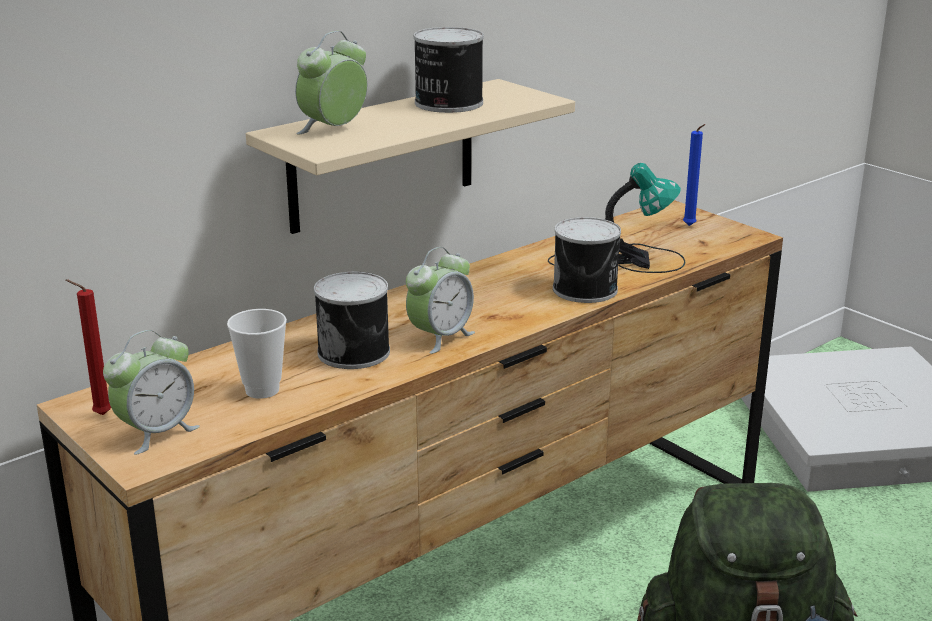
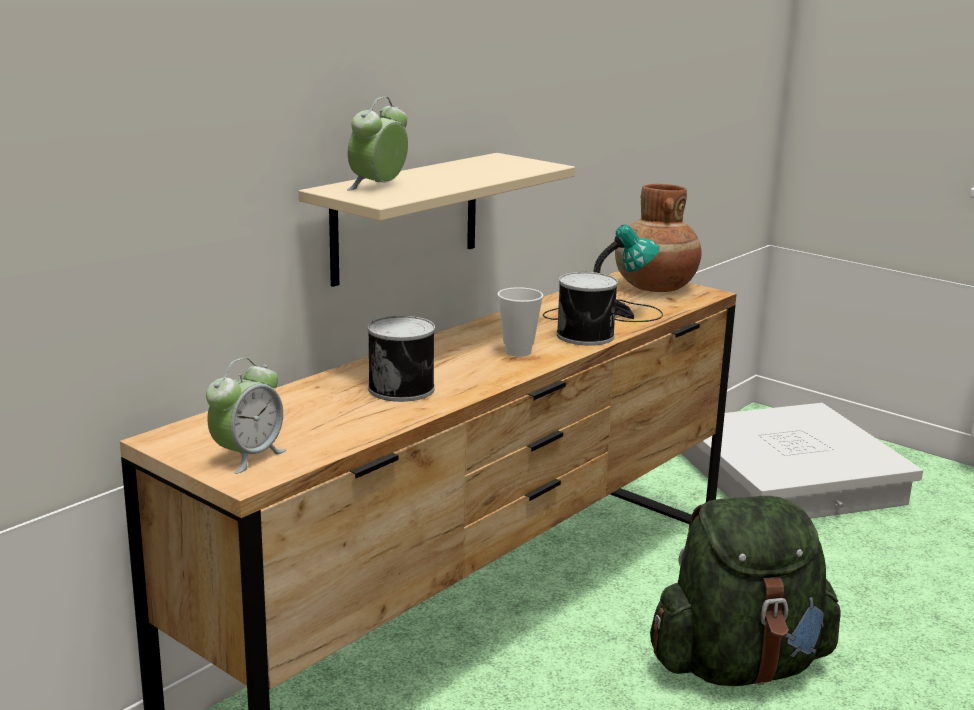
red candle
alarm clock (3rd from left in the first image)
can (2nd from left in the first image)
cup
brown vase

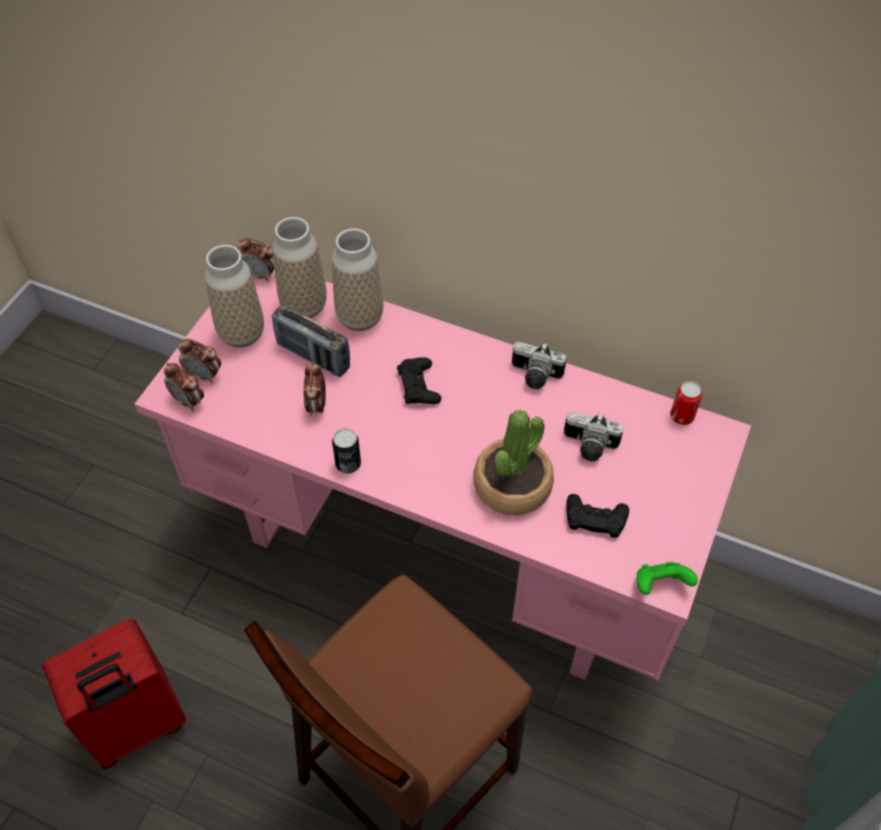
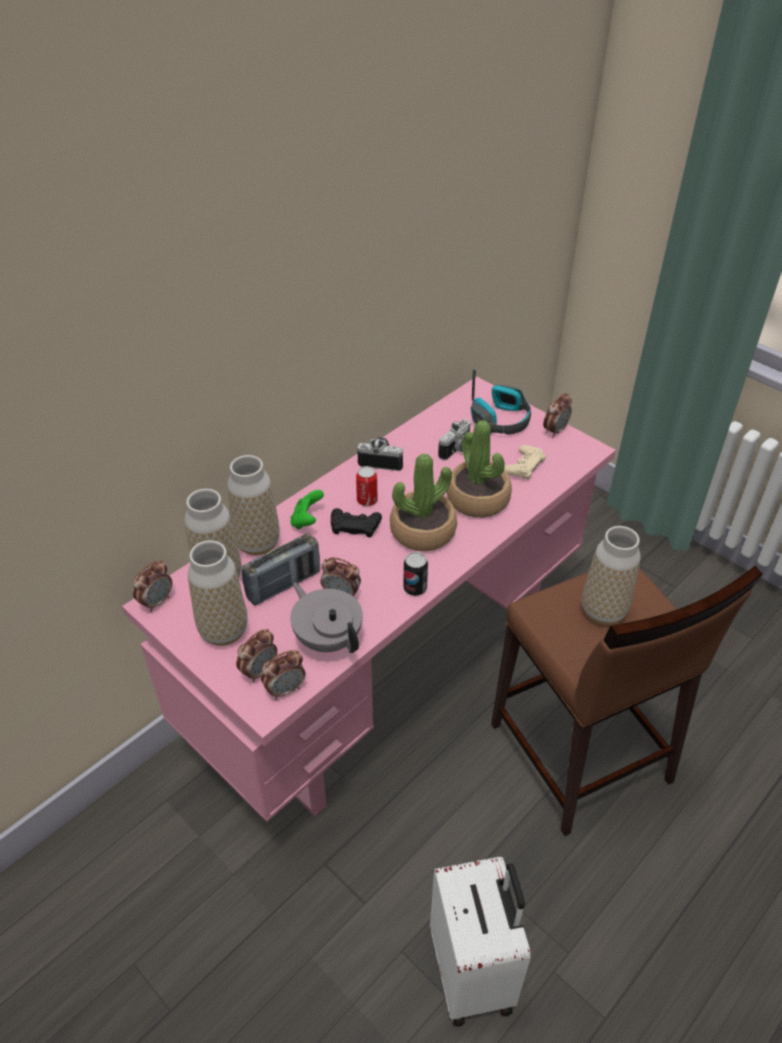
grey teapot
potted plant (1st from left)
headphones
alarm clock (5th from left)
vase (4th from left)
green game controller
can (1st from left)
white suitcase
beige game controller
photo camera (1st from left)

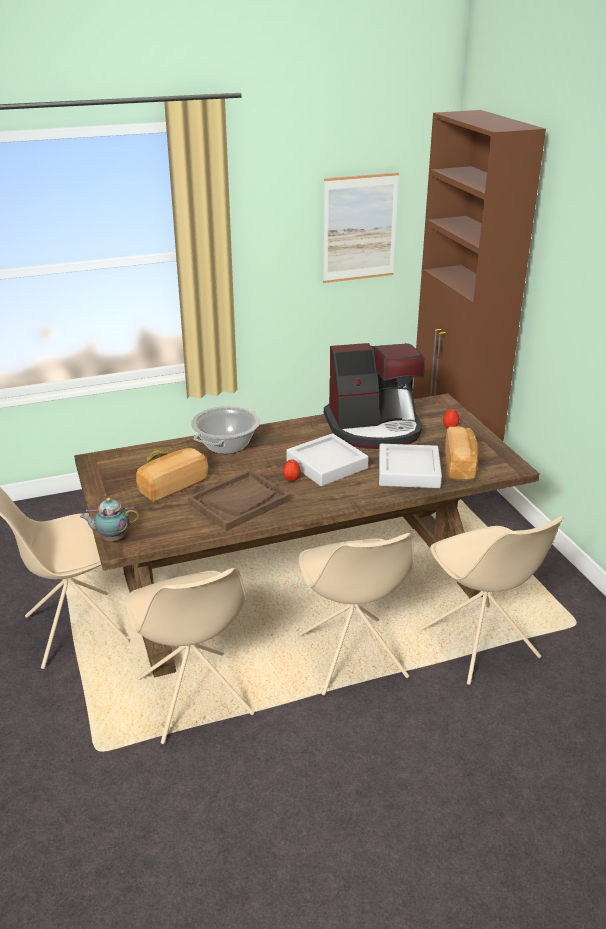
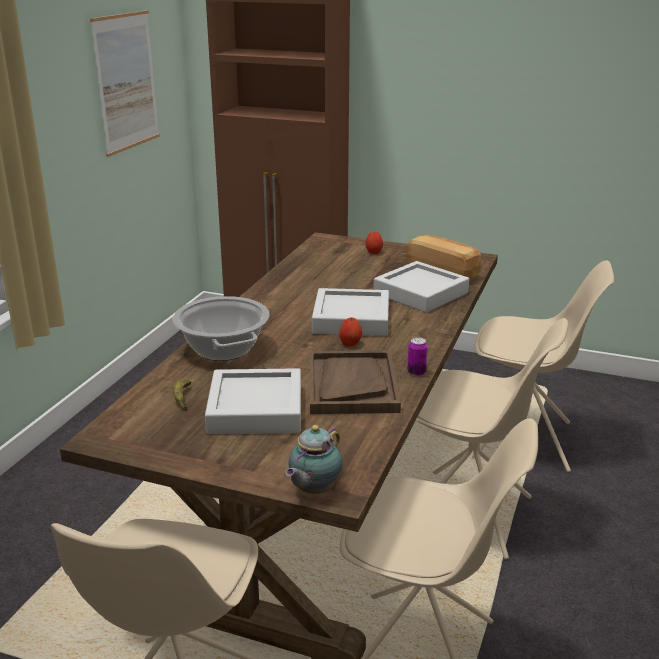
coffee machine
can
grey tray (1st from left)

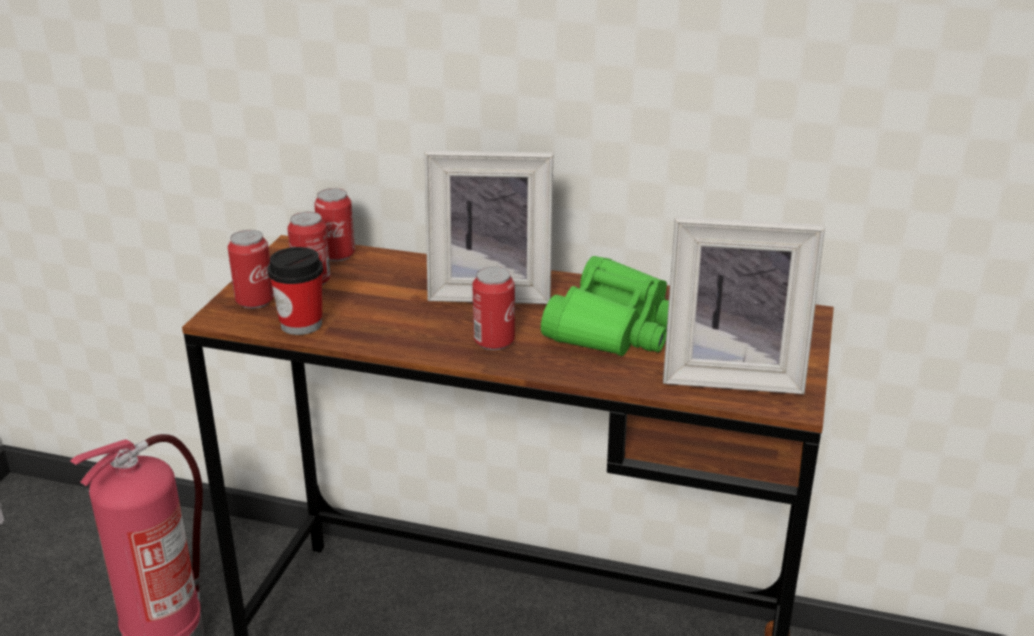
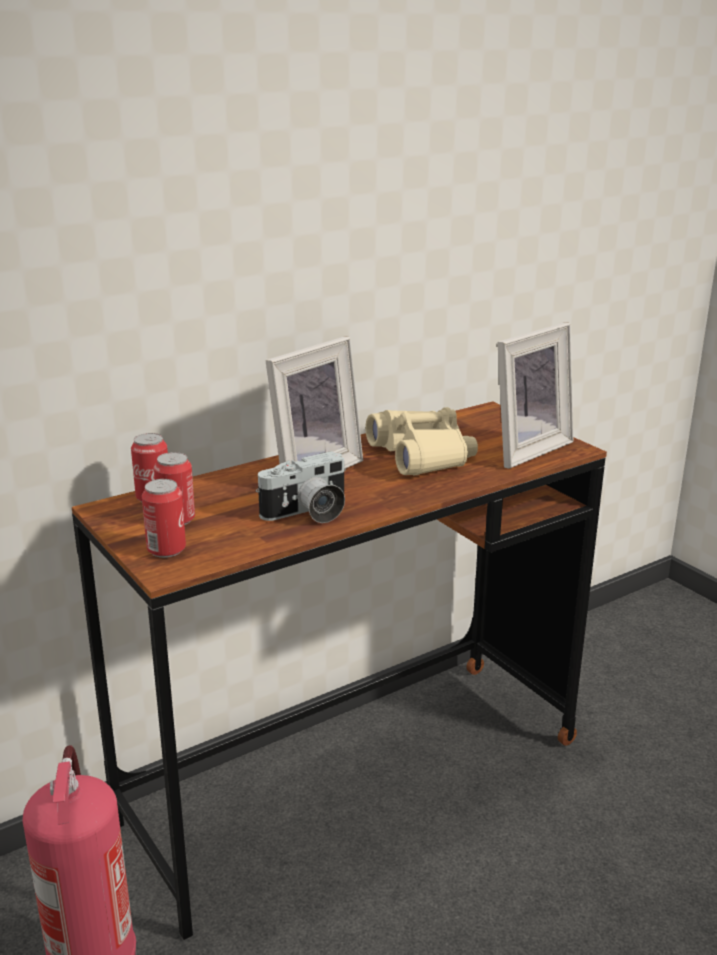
cup
can (4th from left in the first image)
photo camera
beige binoculars

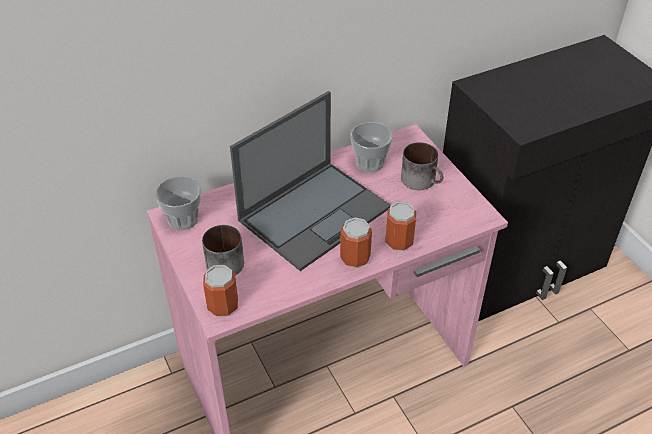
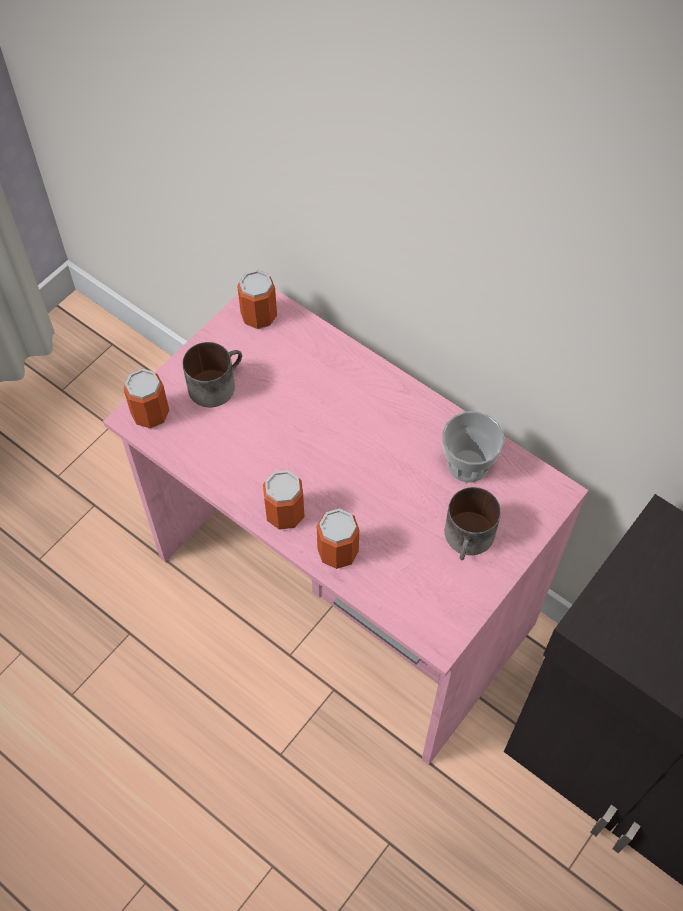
laptop
can (2nd from left)

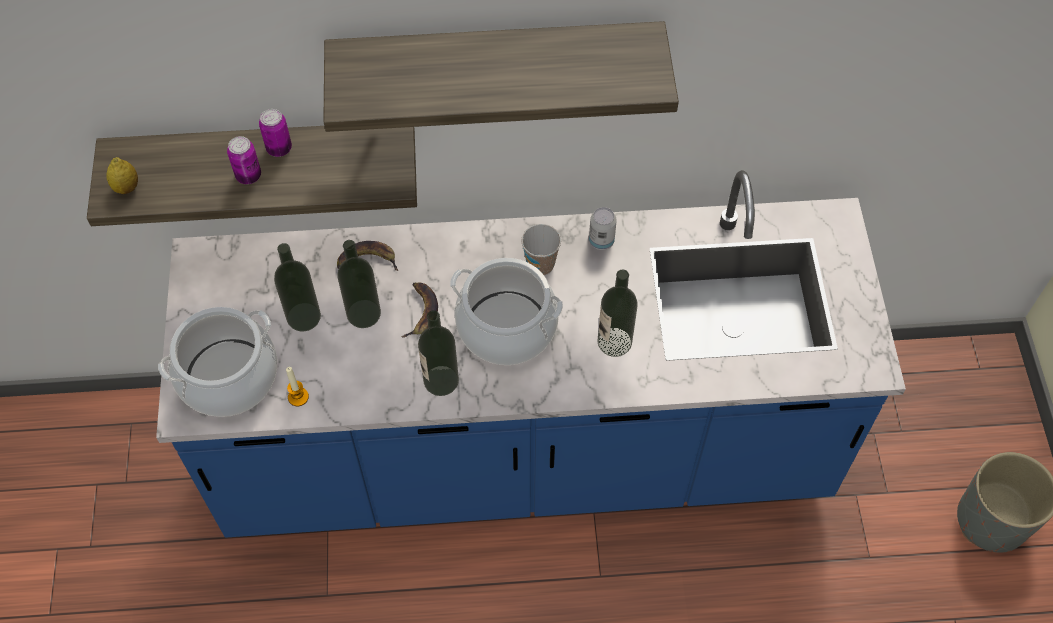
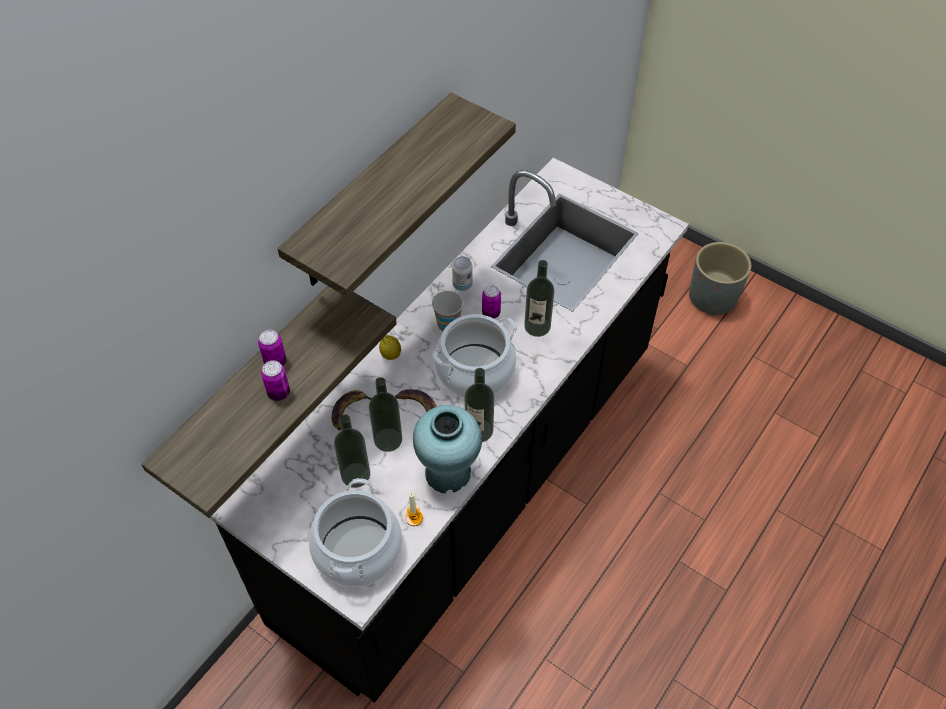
turquoise vase
can (4th from left)
lemon
black counter

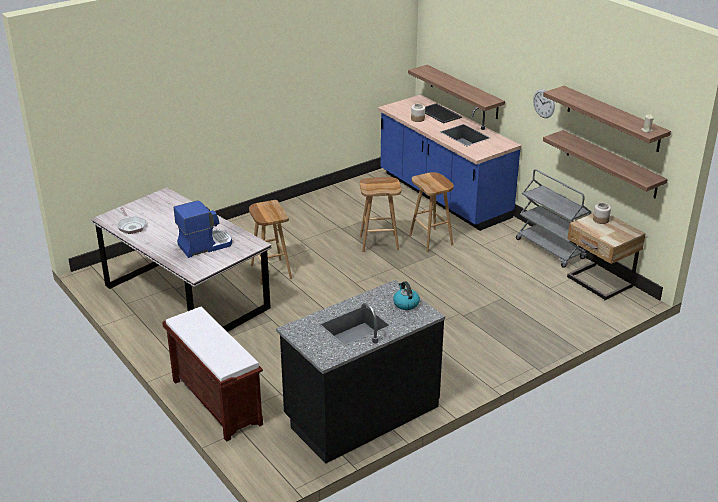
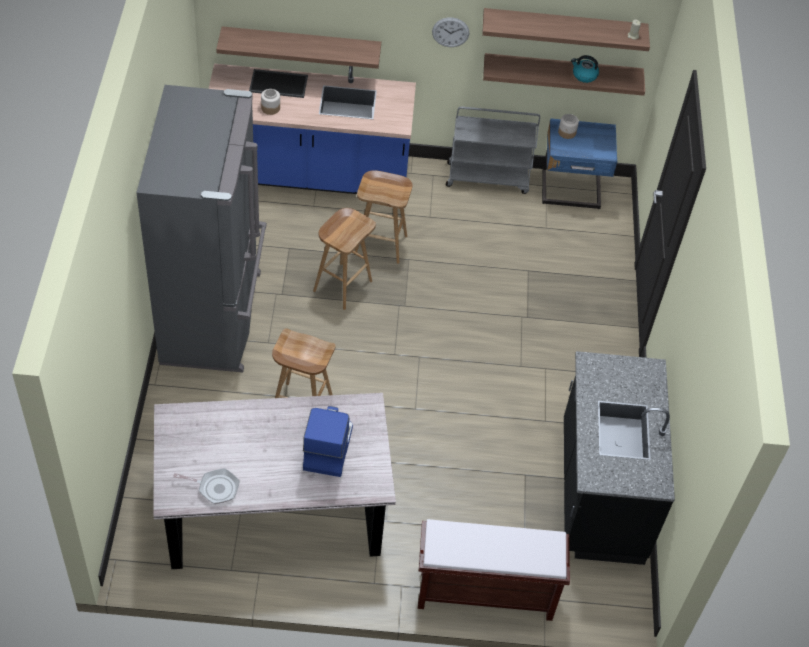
grey fridge
kettle
blue nightstand

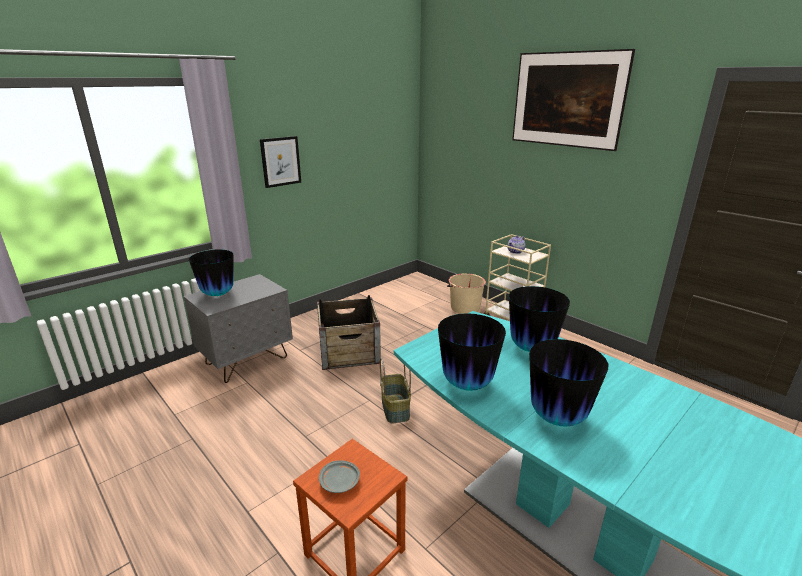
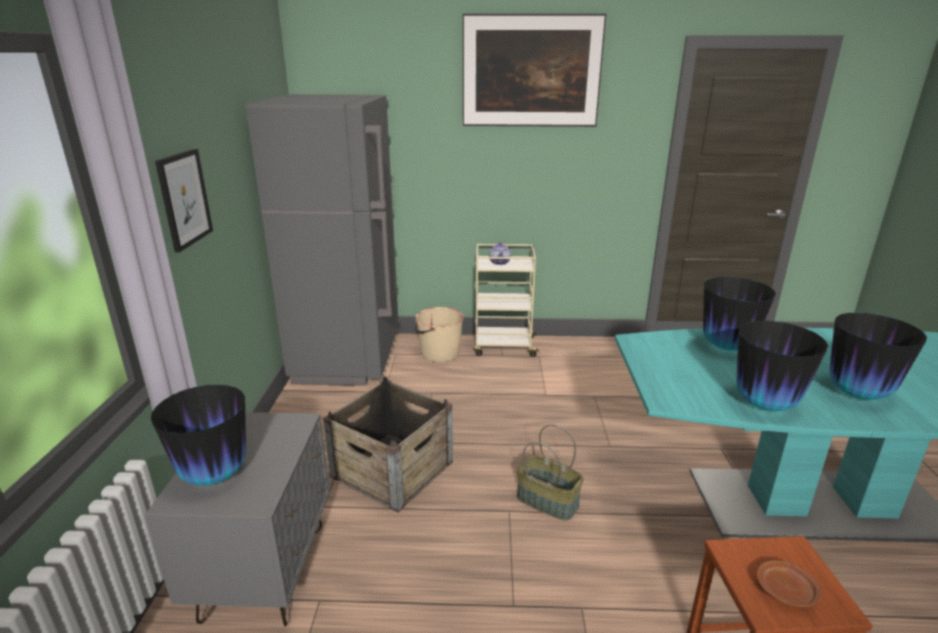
grey fridge
brown plate

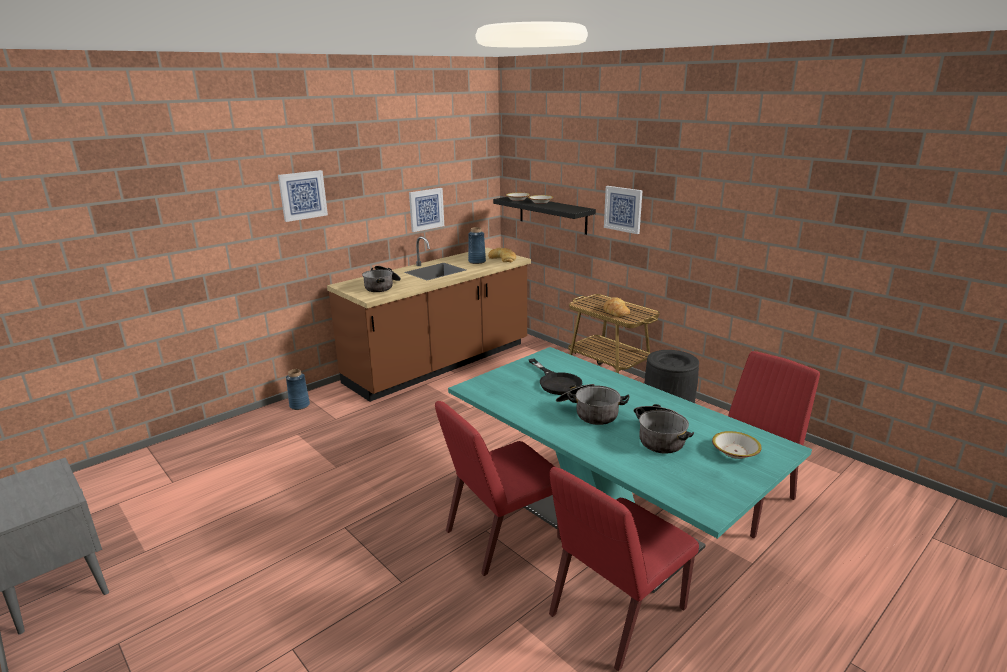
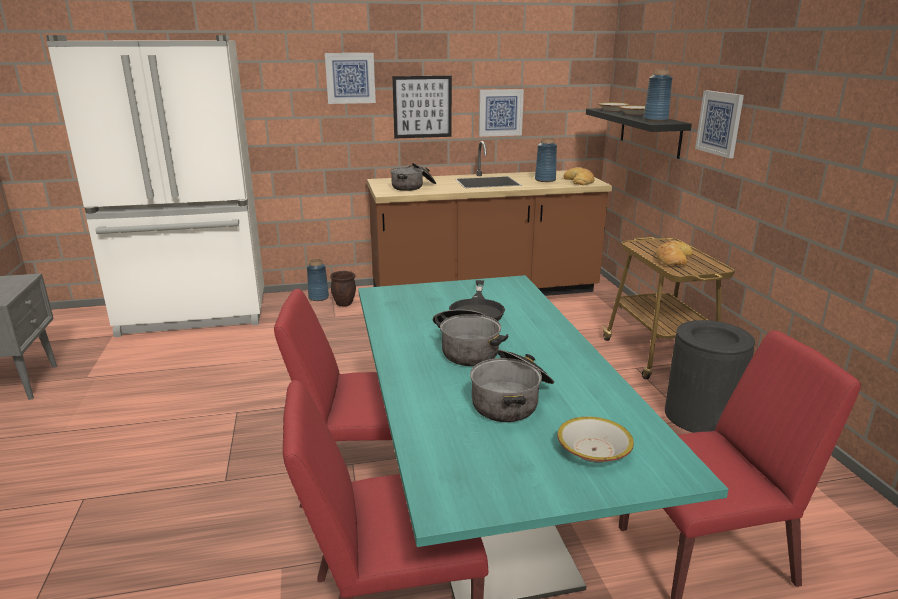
white fridge
brown planter
picture (2nd from left)
blue vase (3rd from left)

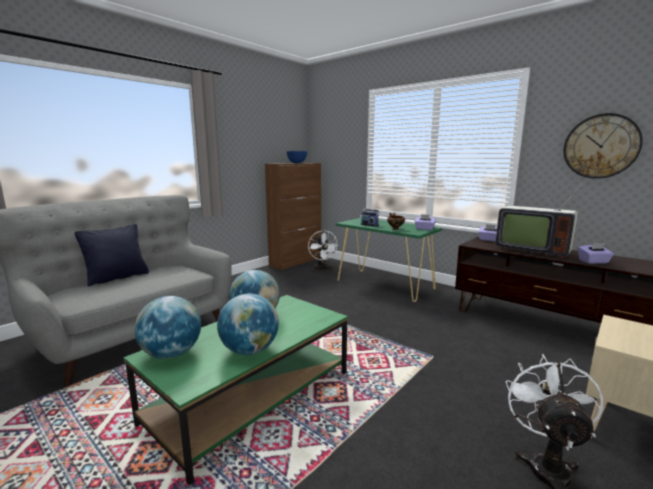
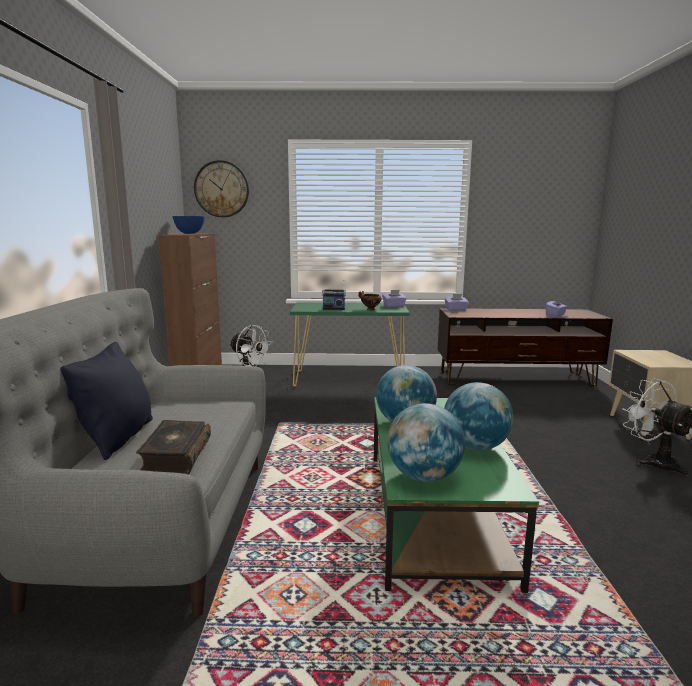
television
book
wall clock

